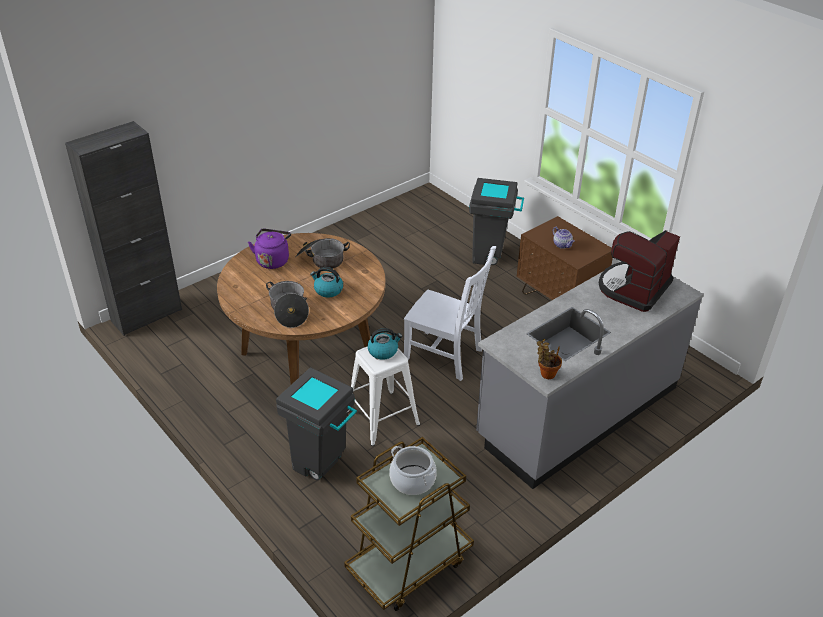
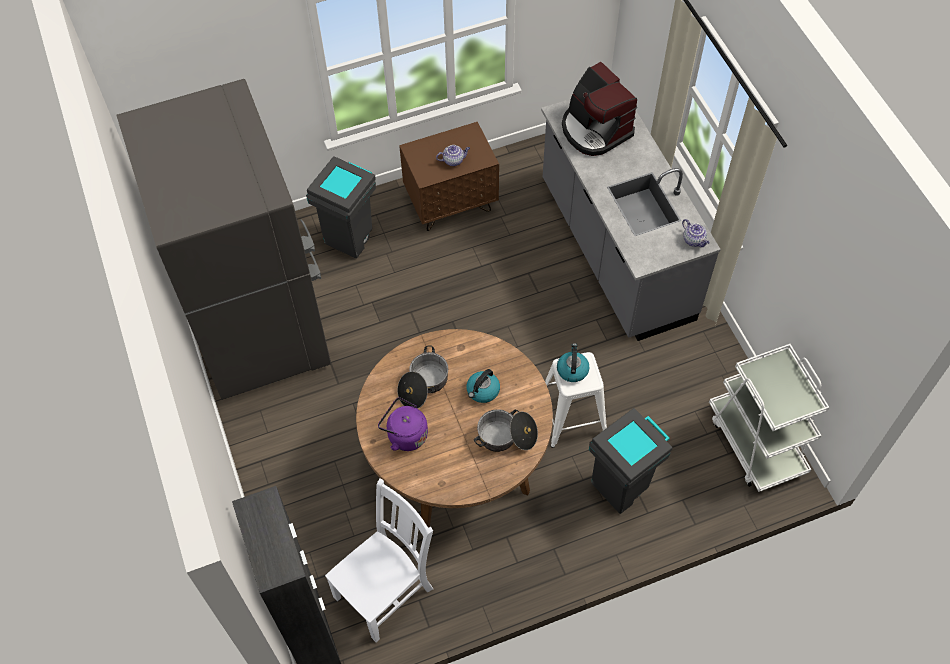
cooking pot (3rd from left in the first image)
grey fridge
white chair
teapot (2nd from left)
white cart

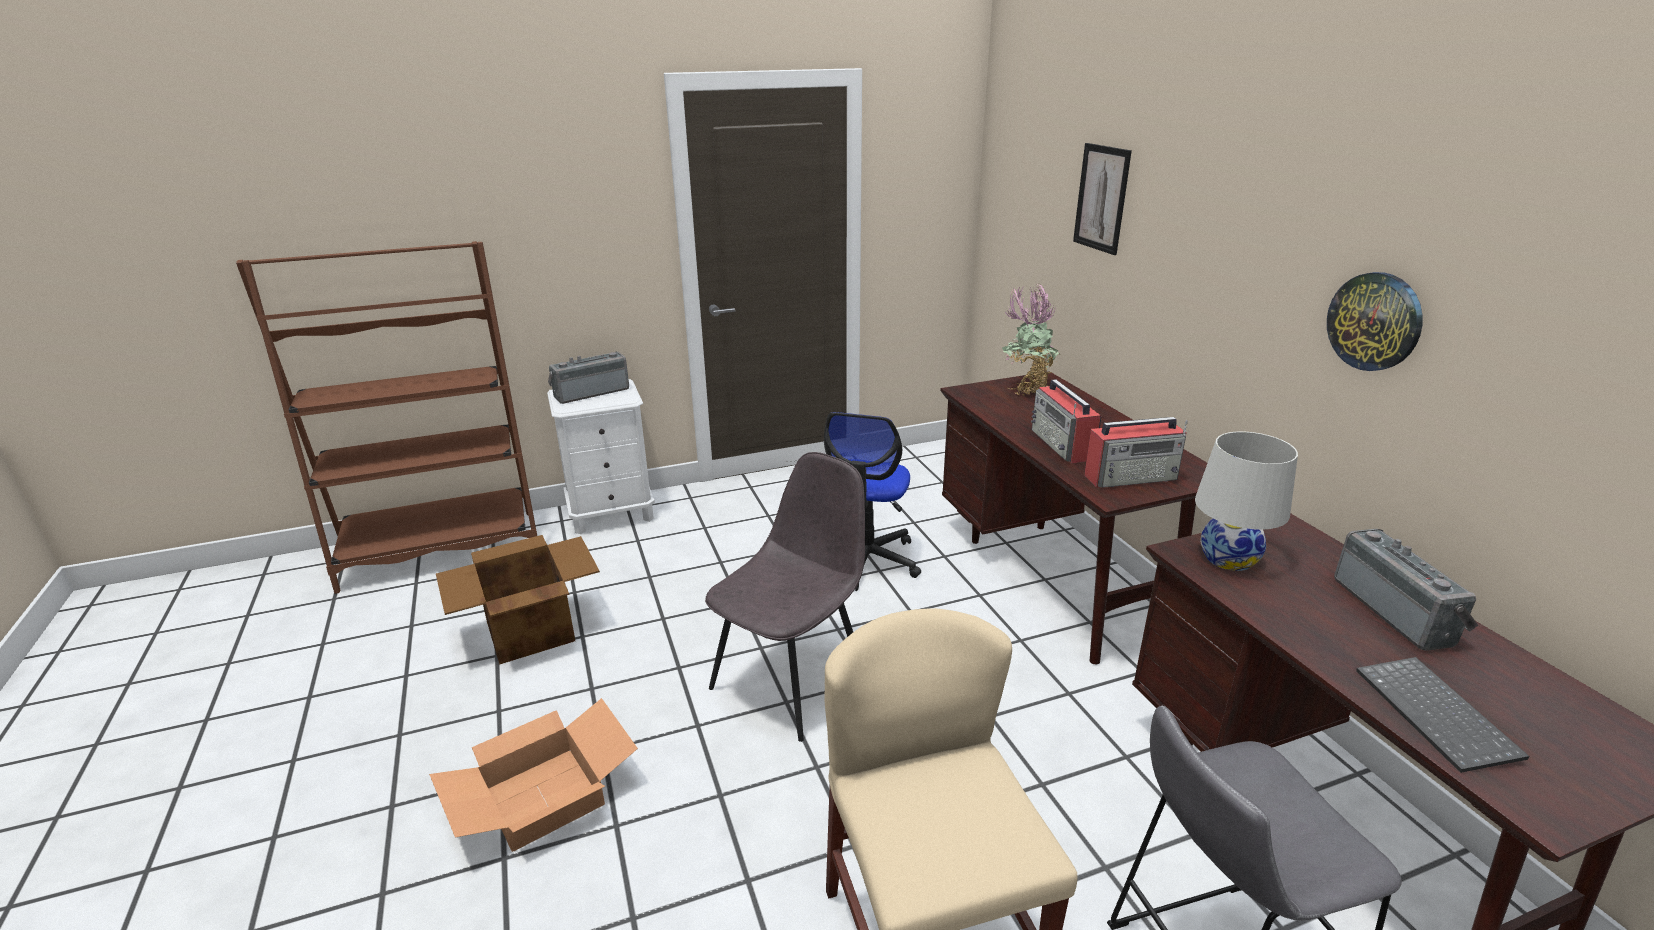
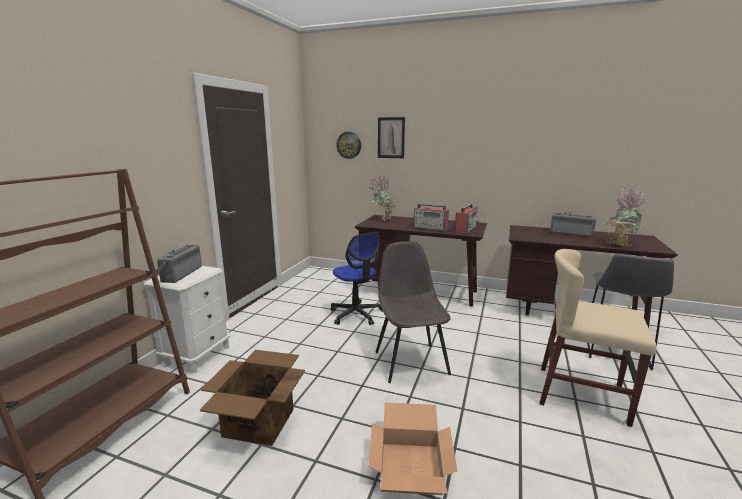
white table lamp
wall clock
potted plant (2nd from left)

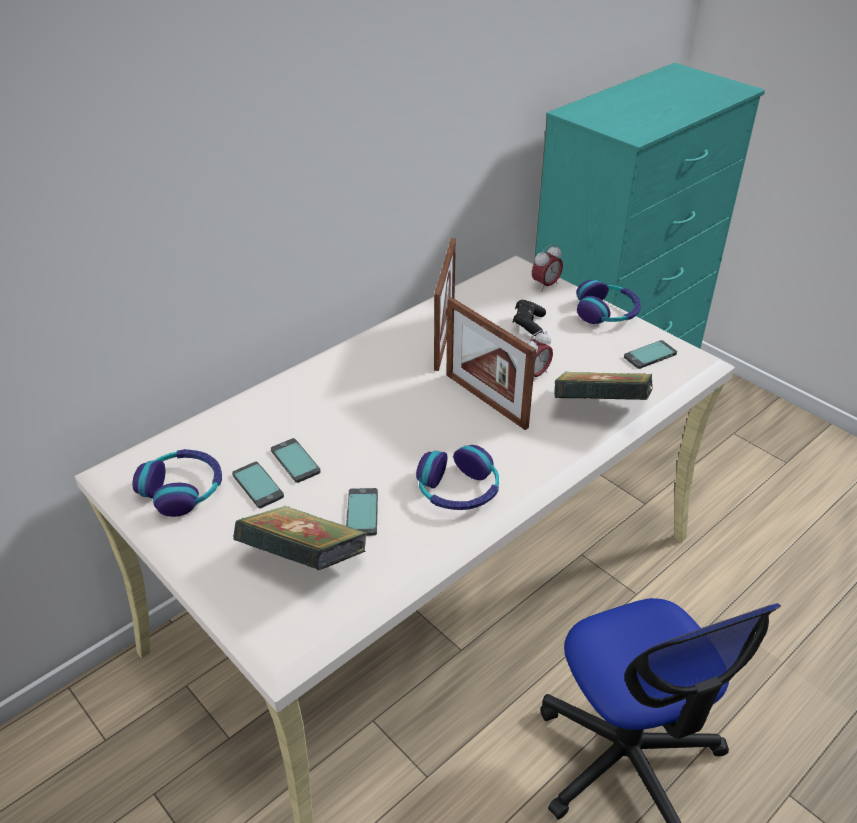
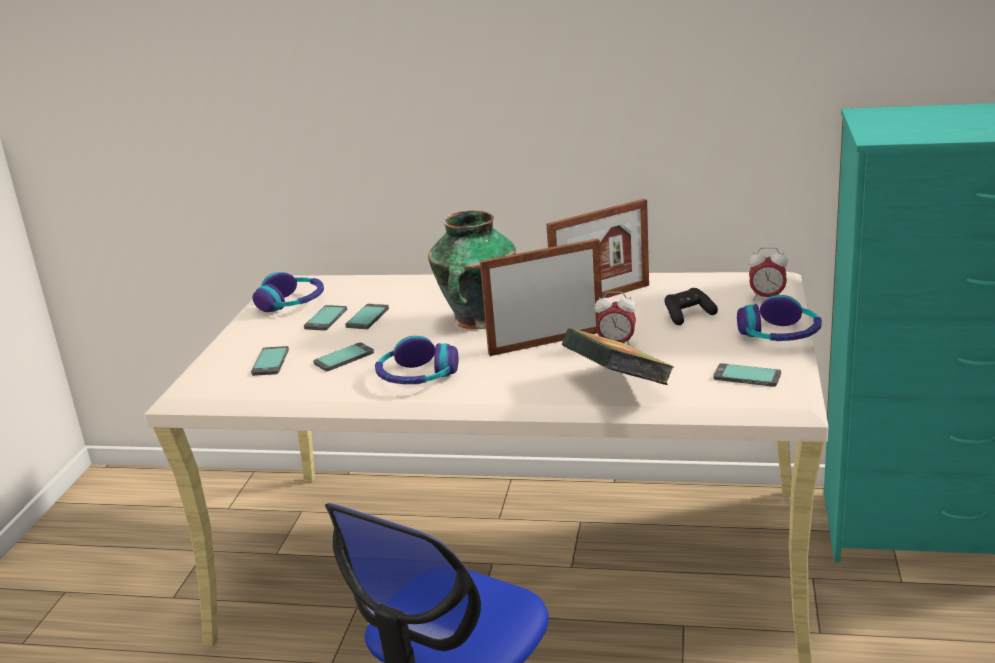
vase
phone (1st from left)
picture frame (1st from left)

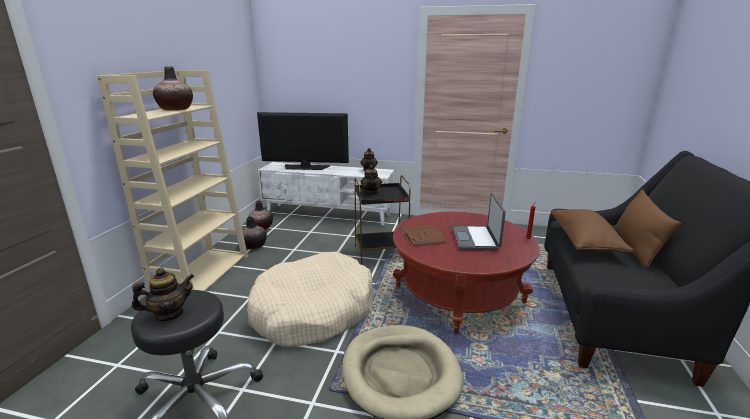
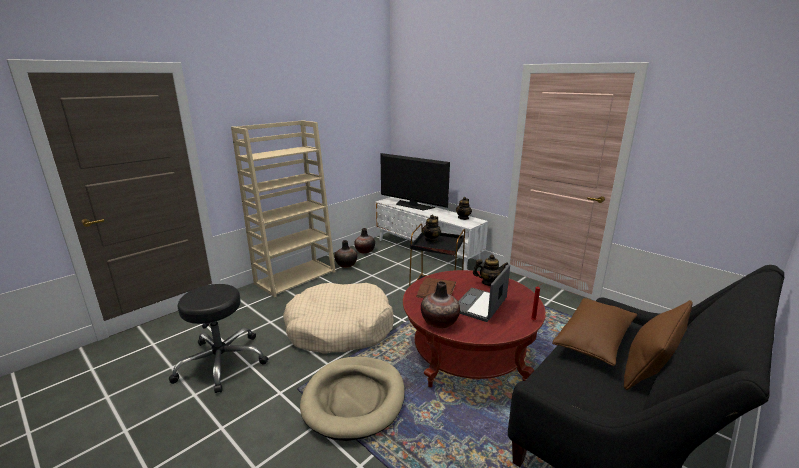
teapot (3rd from left)
vase (3rd from left)

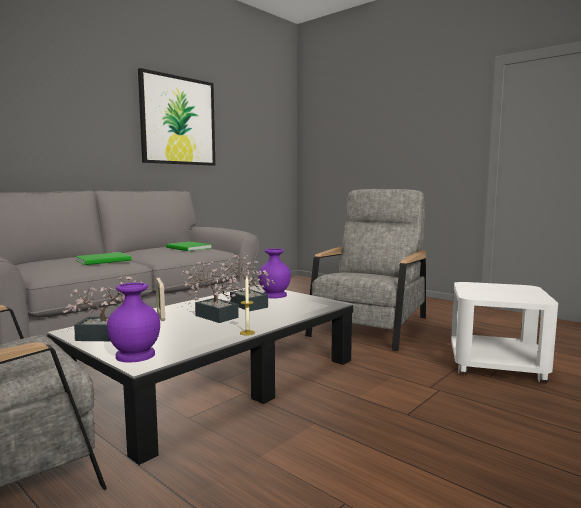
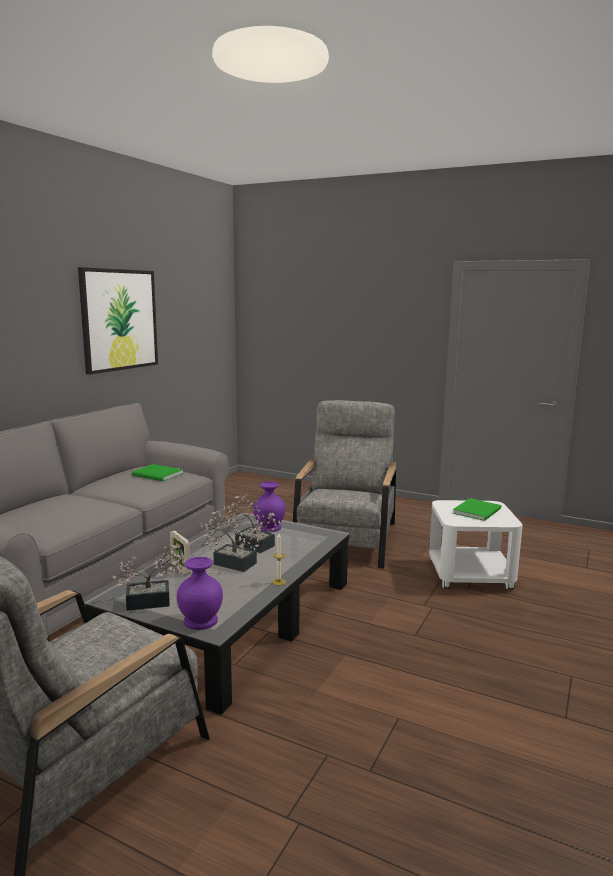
green book (2nd from left)

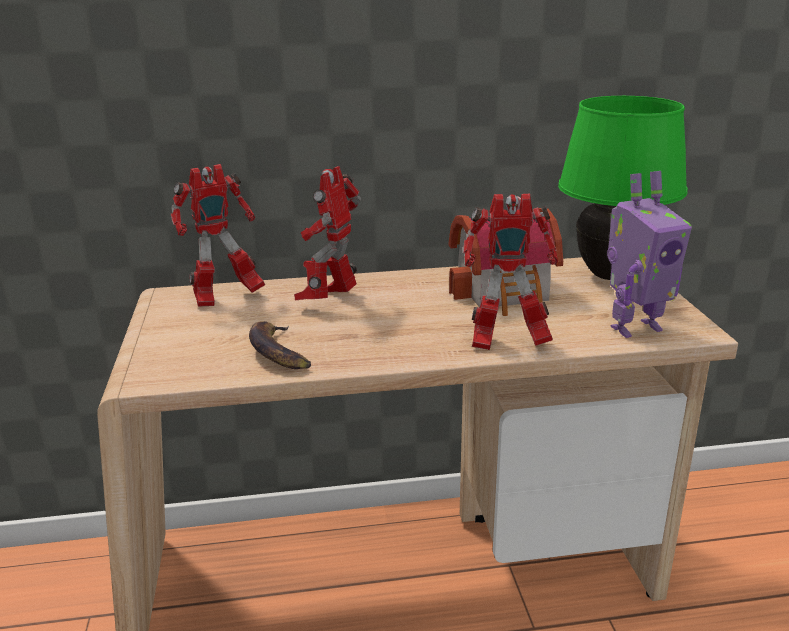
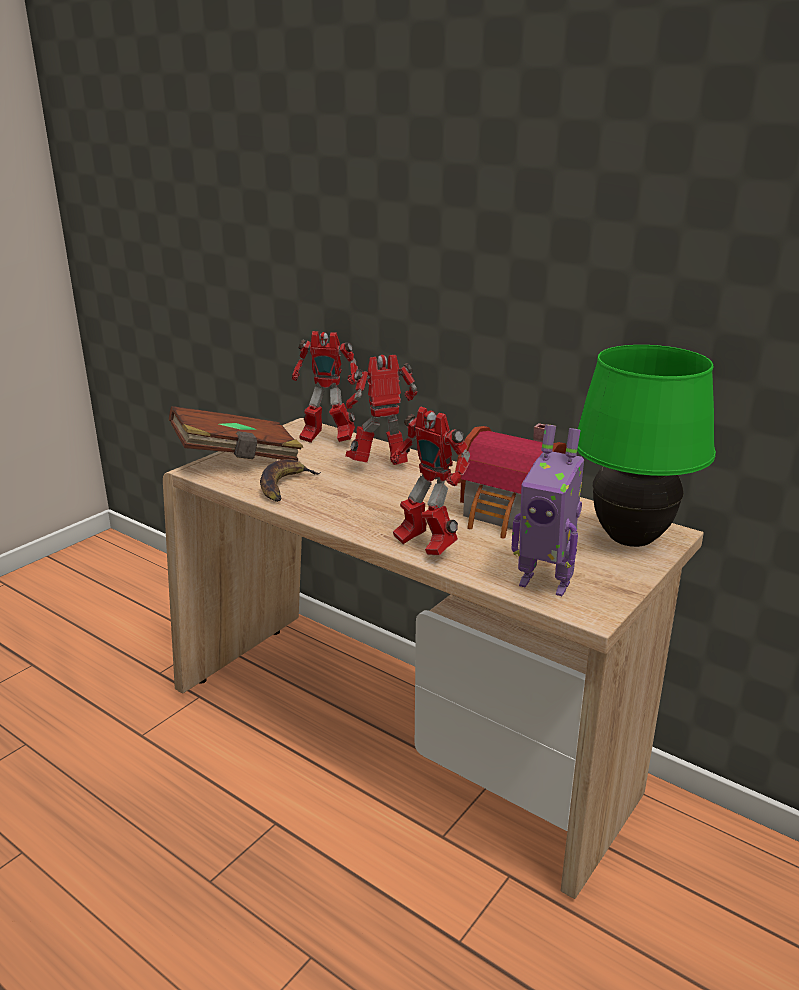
brown book

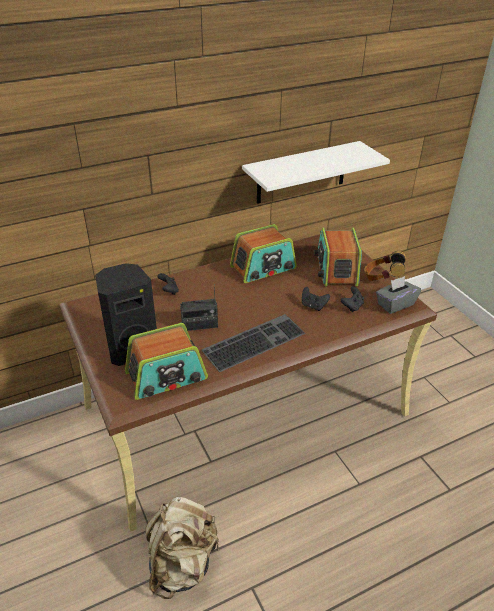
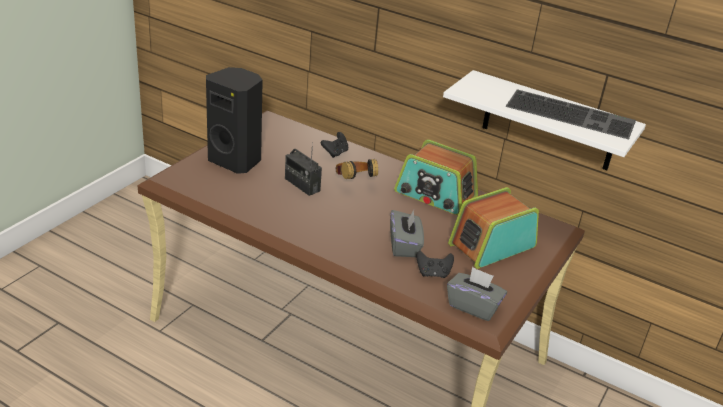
radio (1st from left in the first image)
beige backpack
keyboard
headphones
grey tissue box (1st from left)

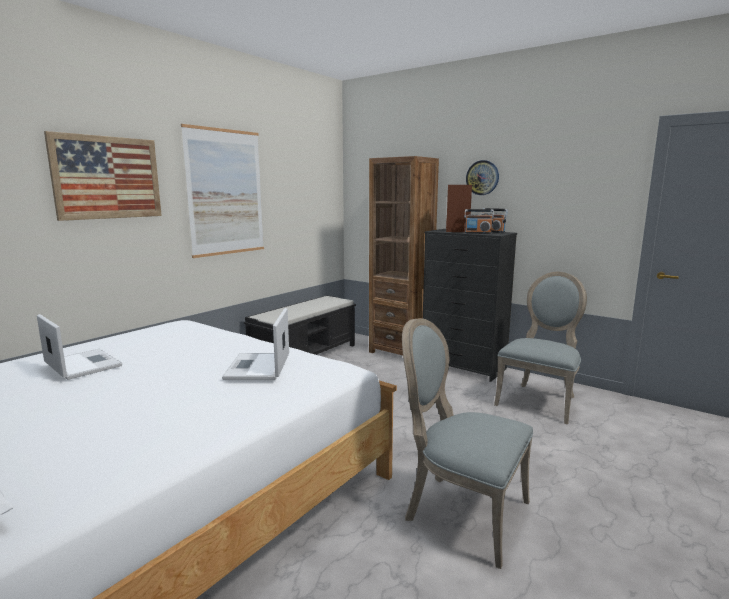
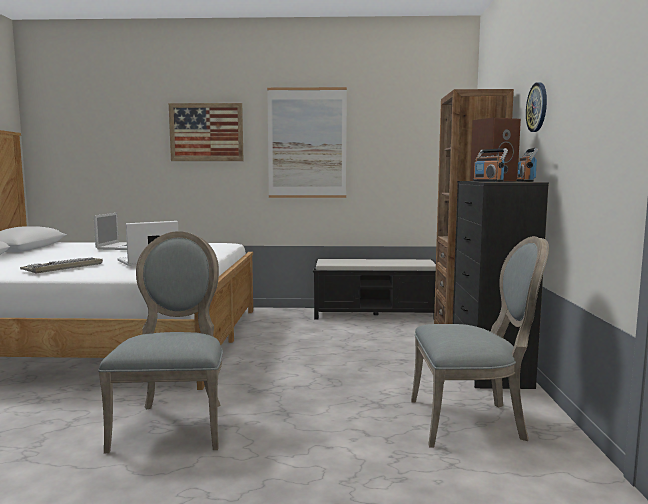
keyboard

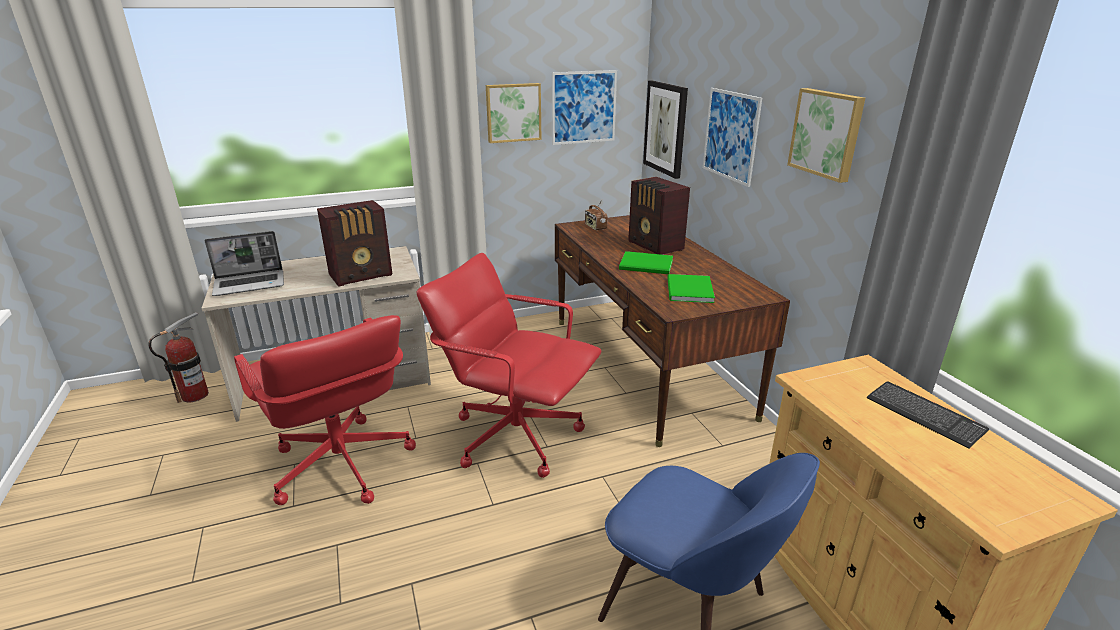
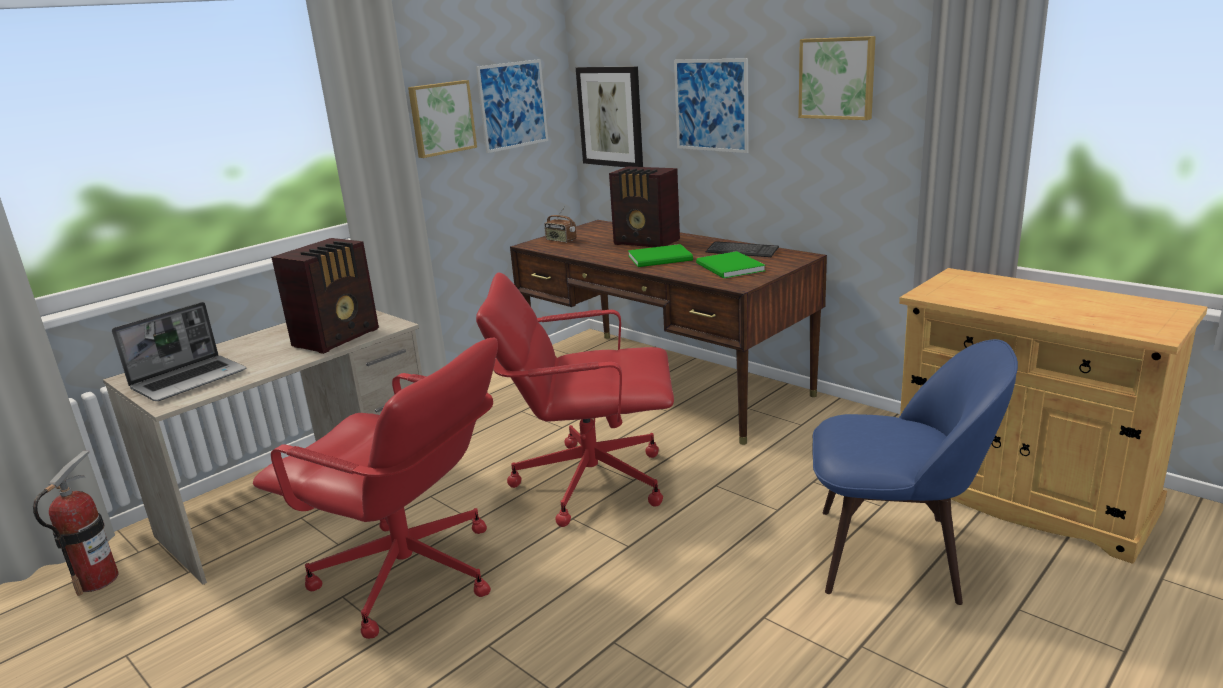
keyboard

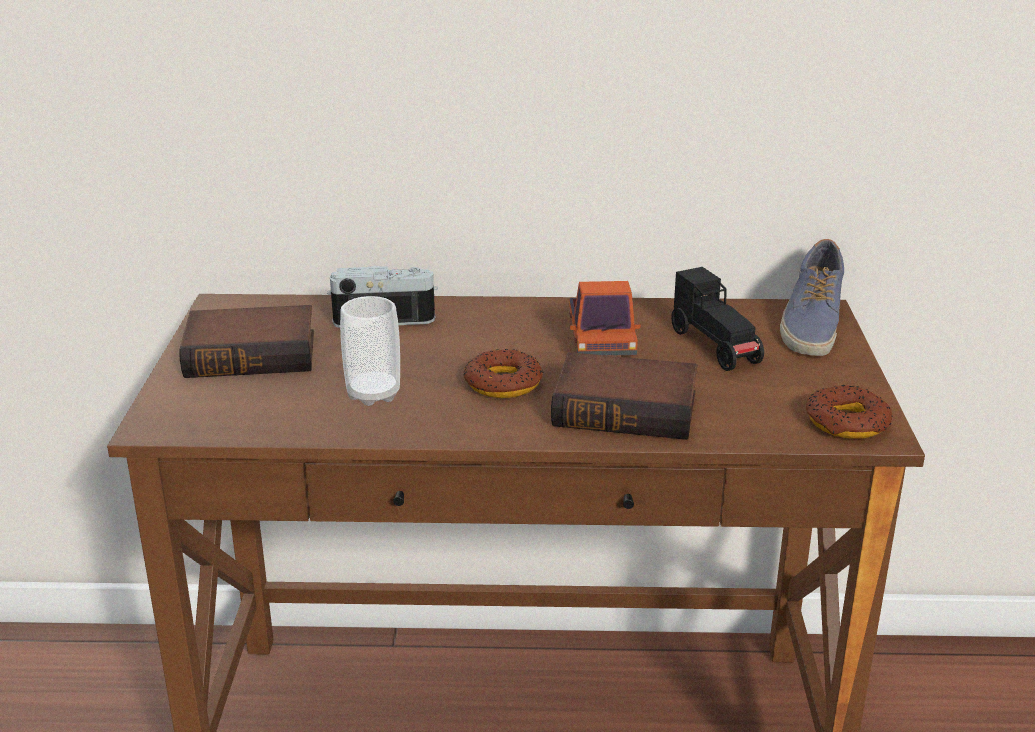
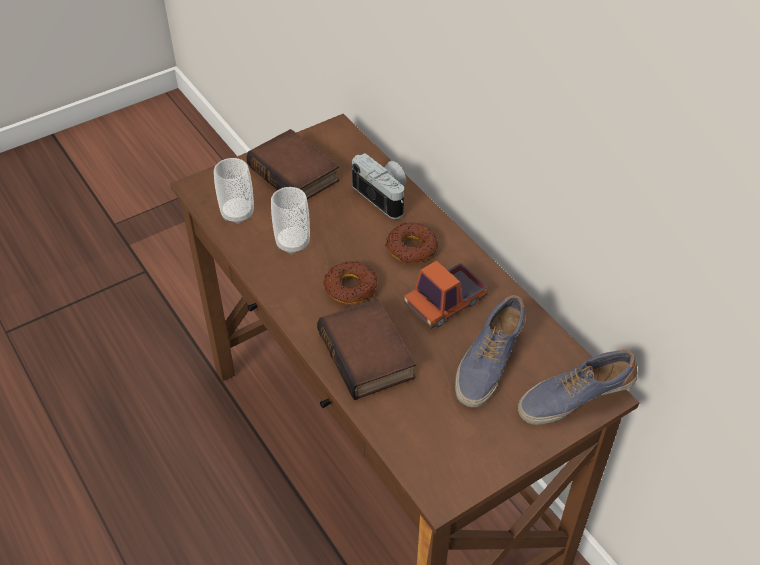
cup (1st from left)
donut (2nd from left)
shoe (1st from left)

